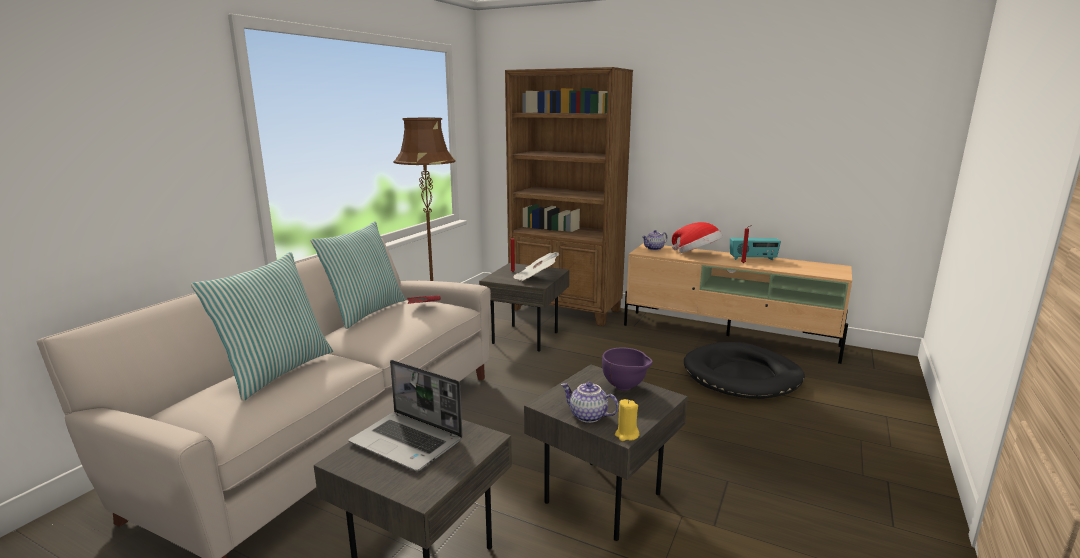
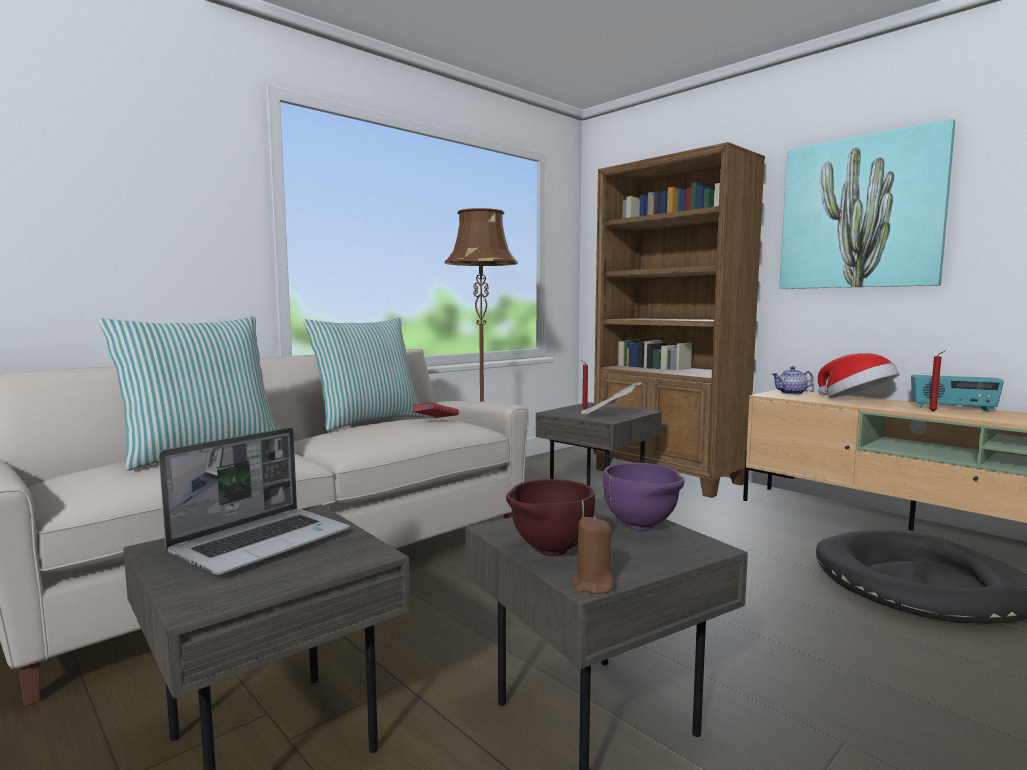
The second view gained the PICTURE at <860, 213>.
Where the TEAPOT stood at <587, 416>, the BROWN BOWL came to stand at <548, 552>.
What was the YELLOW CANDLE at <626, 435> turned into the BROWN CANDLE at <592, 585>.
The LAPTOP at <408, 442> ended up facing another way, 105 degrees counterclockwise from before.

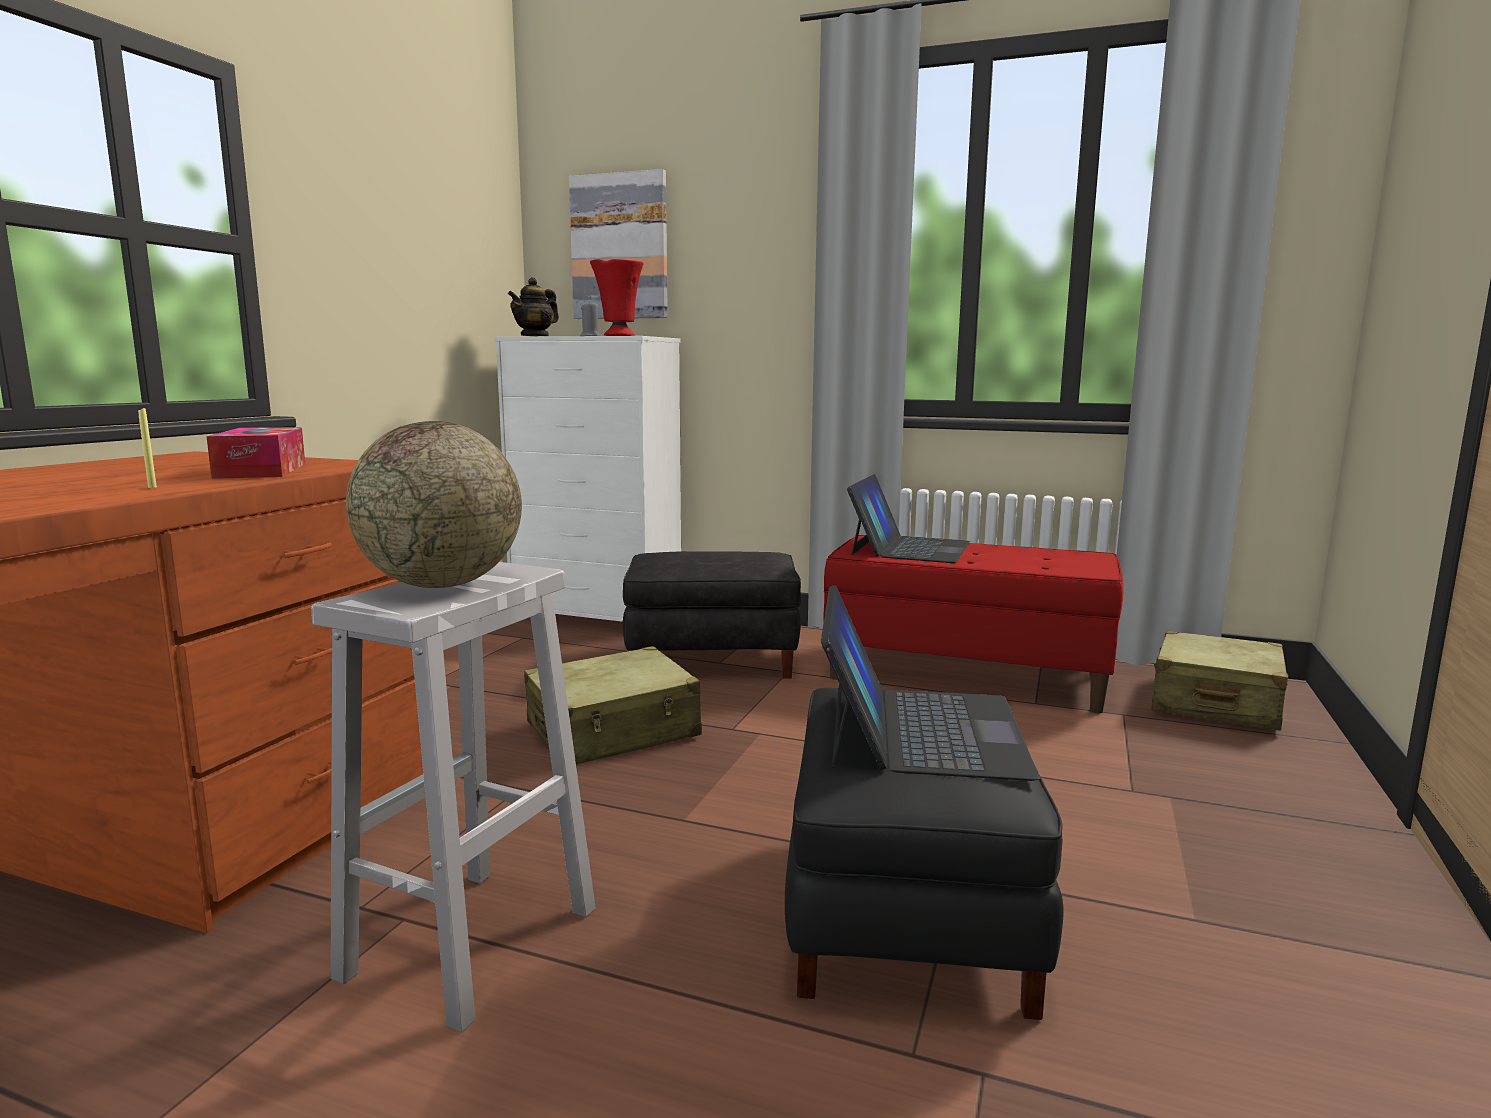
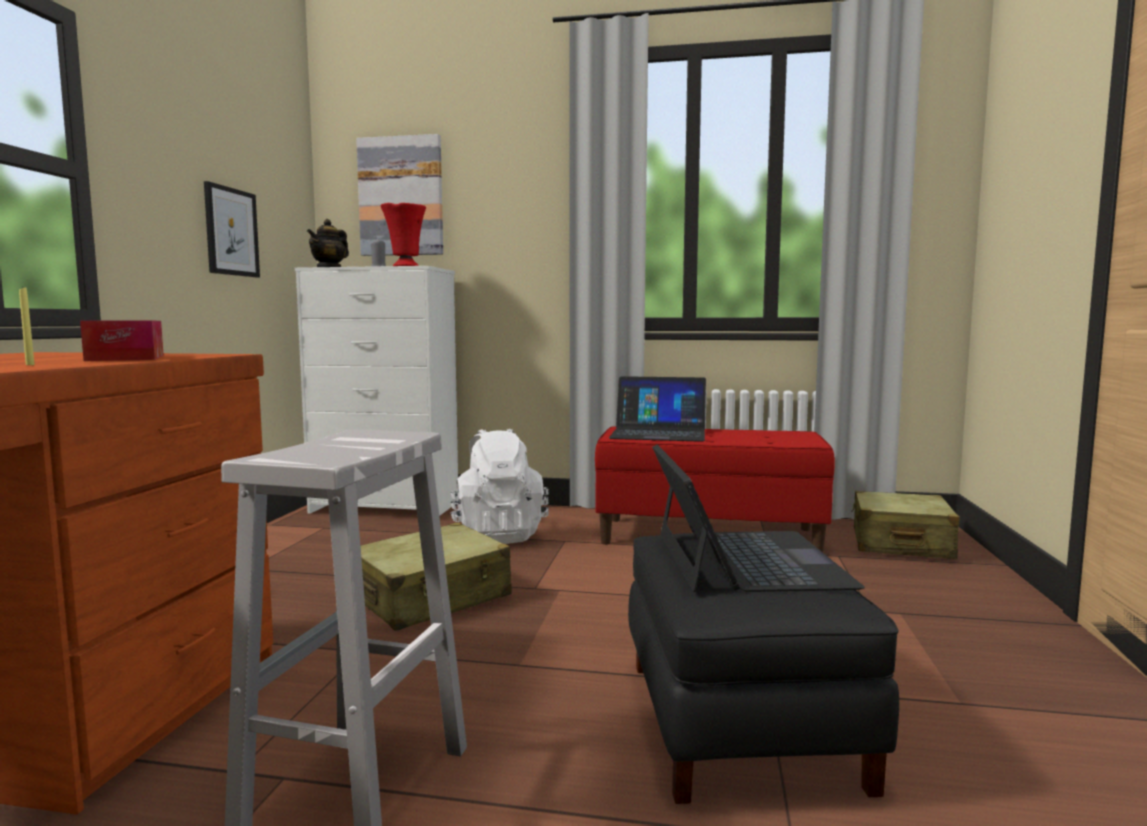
The second view lost the GLOBE at <442, 585>.
The second view gained the PICTURE at <231, 232>.
Where the BLACK OTTOMAN stood at <713, 659>, the WHITE BACKPACK came to stand at <499, 535>.
The LAPTOP at <909, 548> ended up facing another way, 90 degrees clockwise from before.

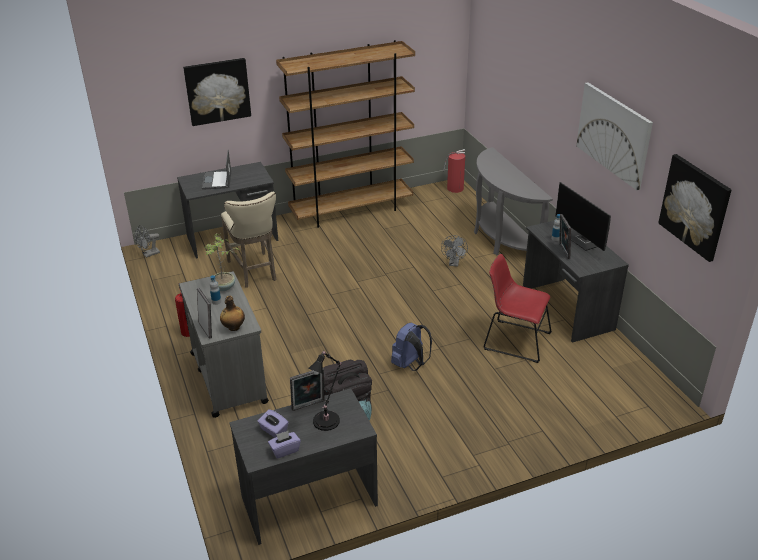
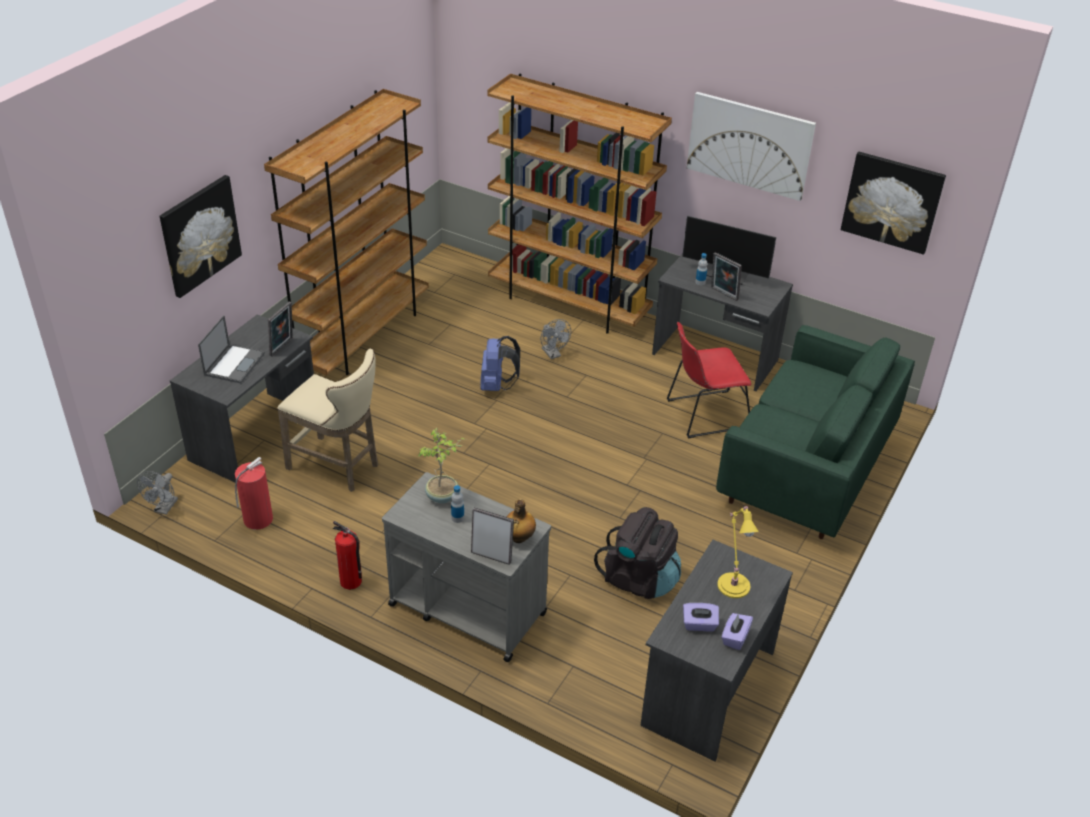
The second view gained the GREEN SOFA at <805, 469>.
The PICTURE FRAME ended up elsewhere, having gone from <308, 406> to <283, 347>.
The BLUE BACKPACK ended up elsewhere, having gone from <410, 364> to <497, 385>.
The FIRE EXTINGUISHER ended up elsewhere, having gone from <454, 188> to <256, 520>.
Where the GREY CONSOLE TABLE stood at <501, 239>, the BROWN BOOKCASE came to stand at <569, 304>.
What was the BLACK TABLE LAMP at <327, 419> turned into the YELLOW TABLE LAMP at <733, 583>.
The LAPTOP at <217, 180> ended up facing another way, 120 degrees counterclockwise from before.

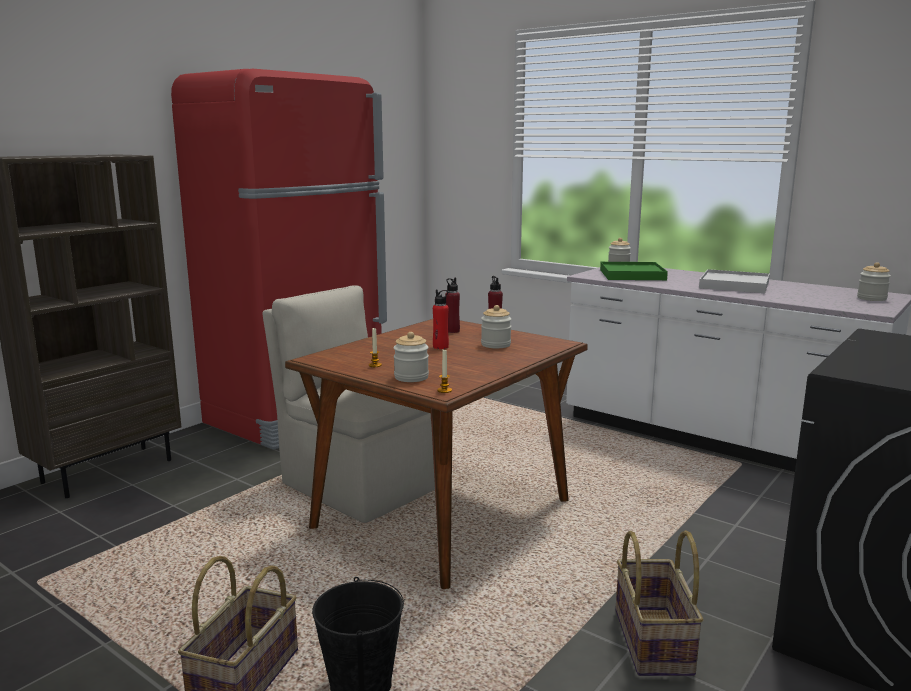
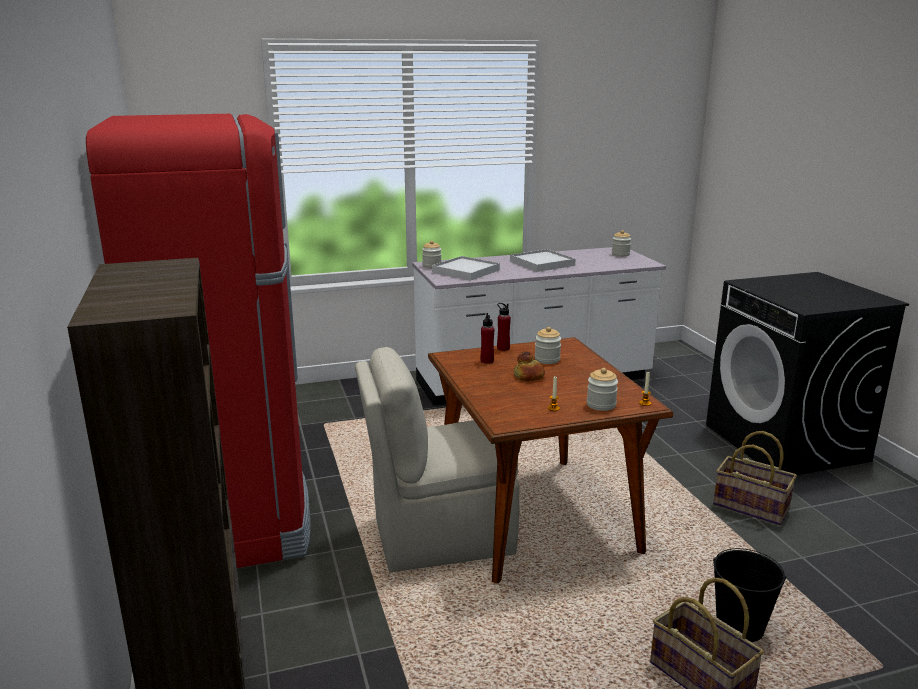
Where the RED BOTTLE stood at <440, 347>, the BREAD came to stand at <529, 376>.
What was the GREEN TRAY at <632, 275> turned into the WHITE TRAY at <465, 271>.

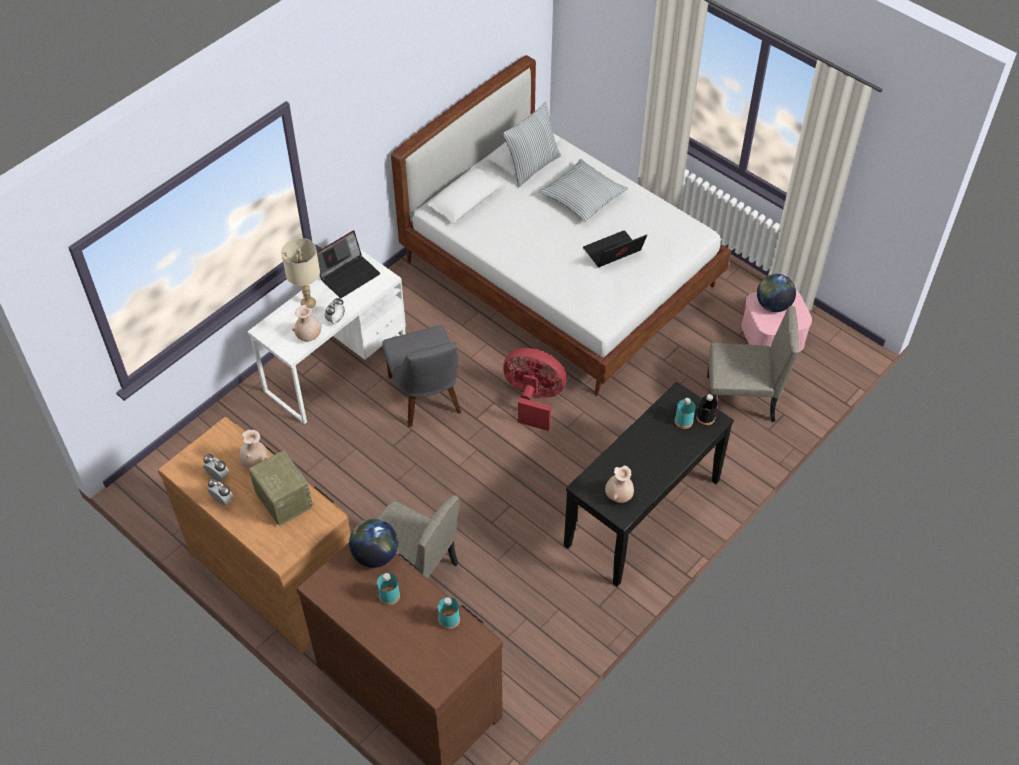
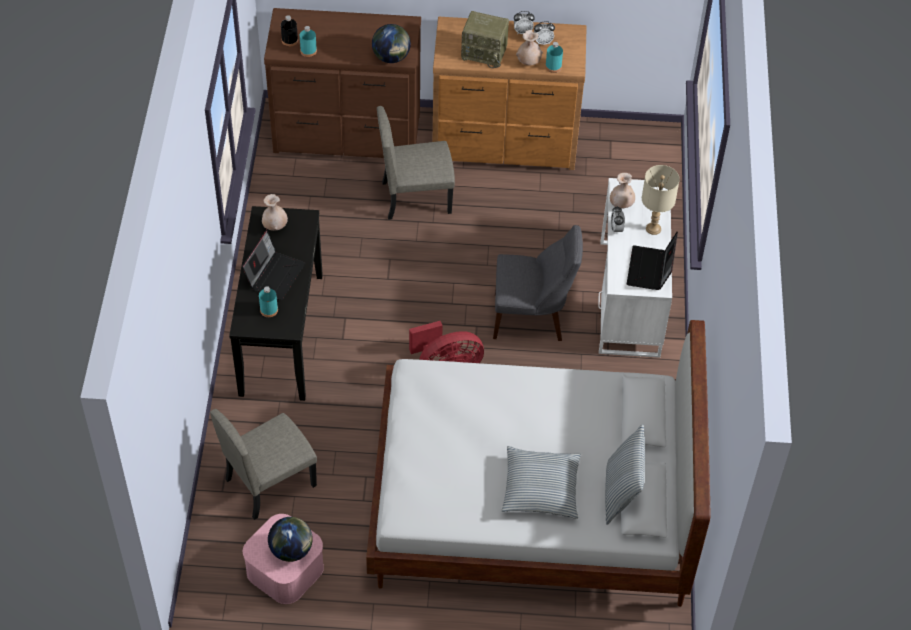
The TURQUOISE BOTTLE ended up elsewhere, having gone from <389, 596> to <553, 66>.
The LAPTOP ended up elsewhere, having gone from <613, 253> to <274, 274>.
The BLACK BOTTLE ended up elsewhere, having gone from <705, 417> to <289, 40>.
The GREY CHAIR at <426, 397> ended up facing another way, 150 degrees clockwise from before.

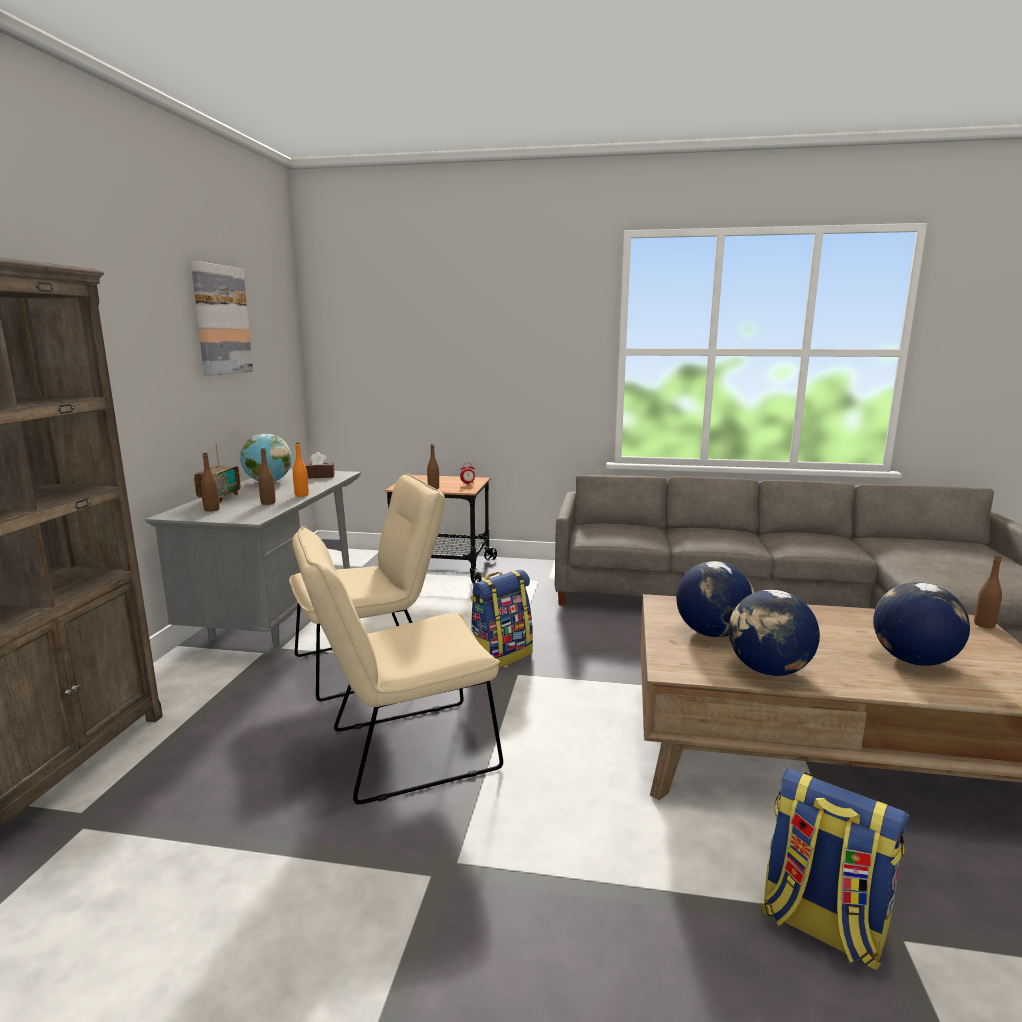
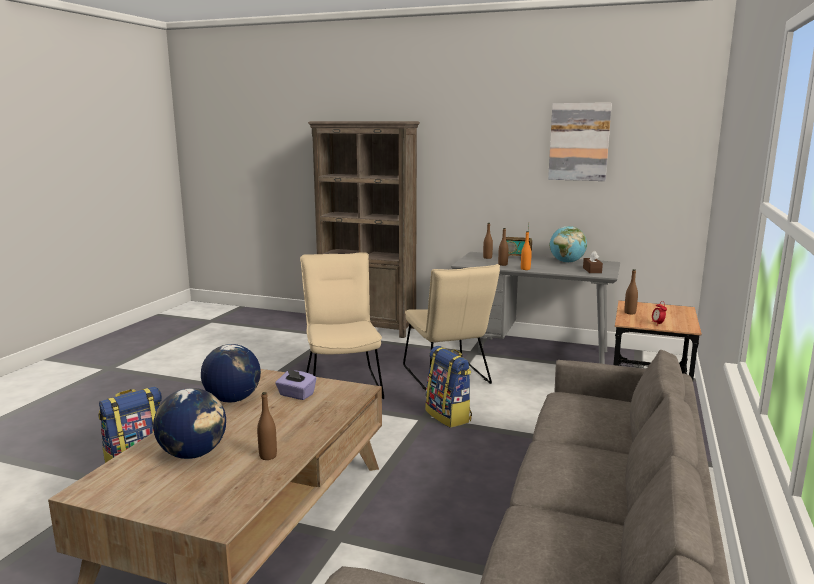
The BROWN BOTTLE ended up elsewhere, having gone from <984, 625> to <268, 456>.
Where the GLOBE stood at <712, 633>, the PURPLE TISSUE BOX came to stand at <296, 395>.

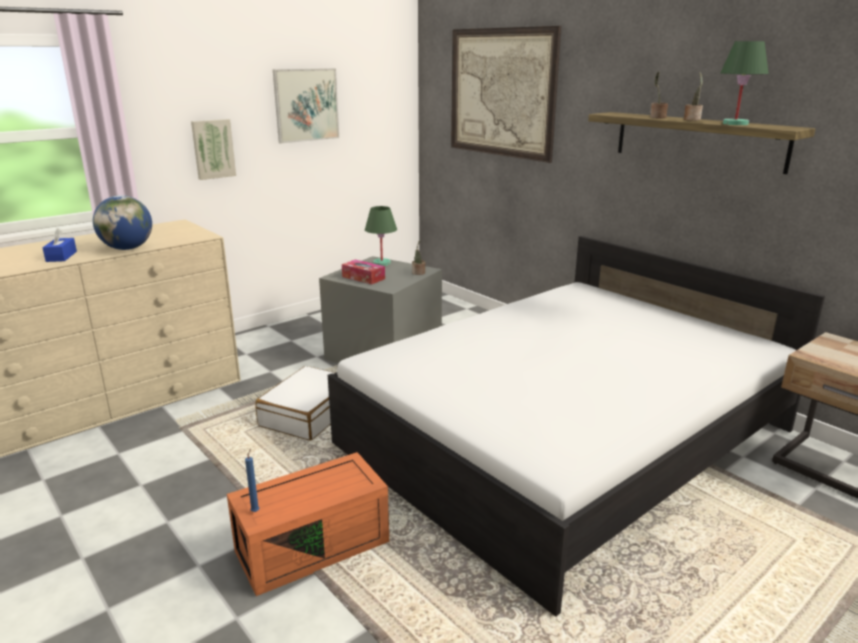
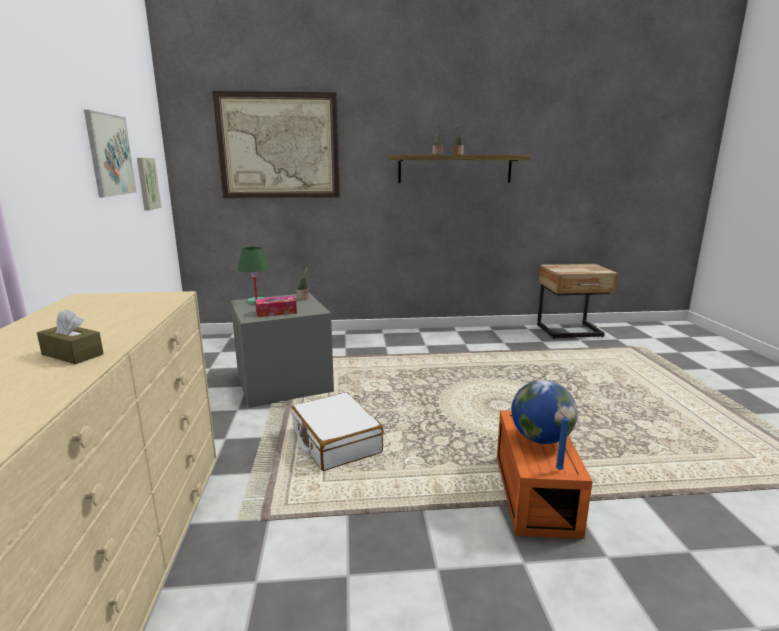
The second view lost the WHITE BED at <565, 437>.
The second view lost the GREEN TABLE LAMP at <735, 124>.
The GLOBE ended up elsewhere, having gone from <127, 248> to <540, 439>.
The PICTURE ended up elsewhere, having gone from <213, 149> to <147, 183>.
What was the BLUE TISSUE BOX at <61, 256> turned into the BROWN TISSUE BOX at <72, 354>.

